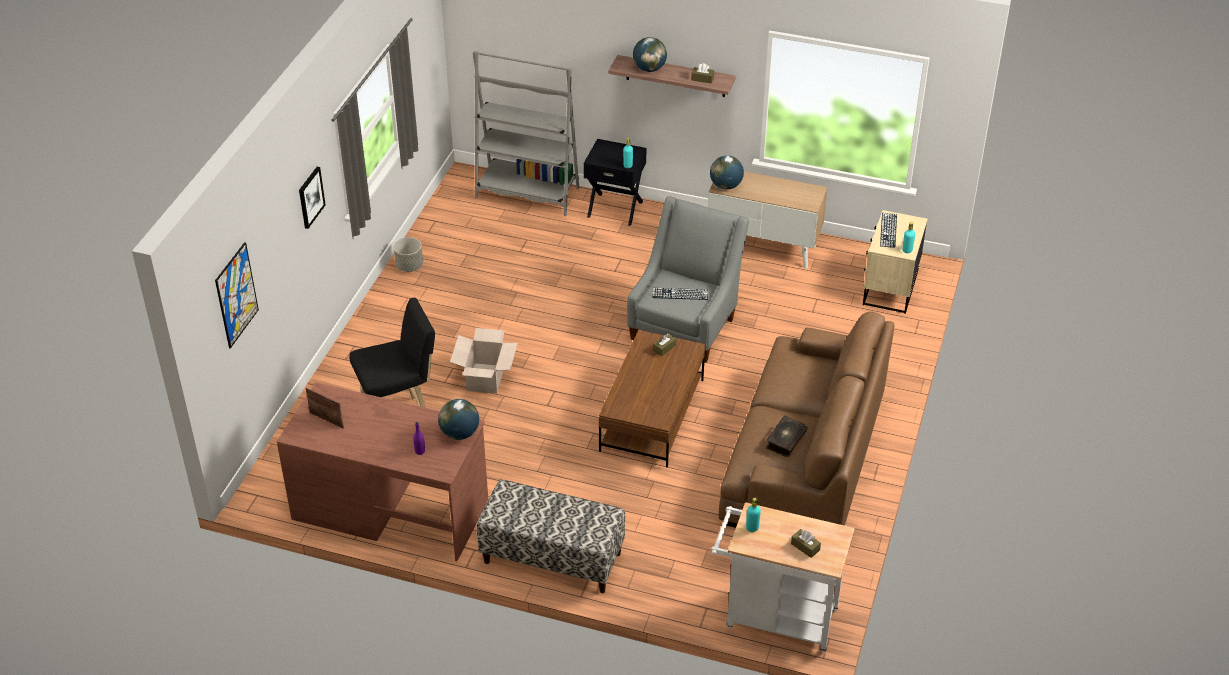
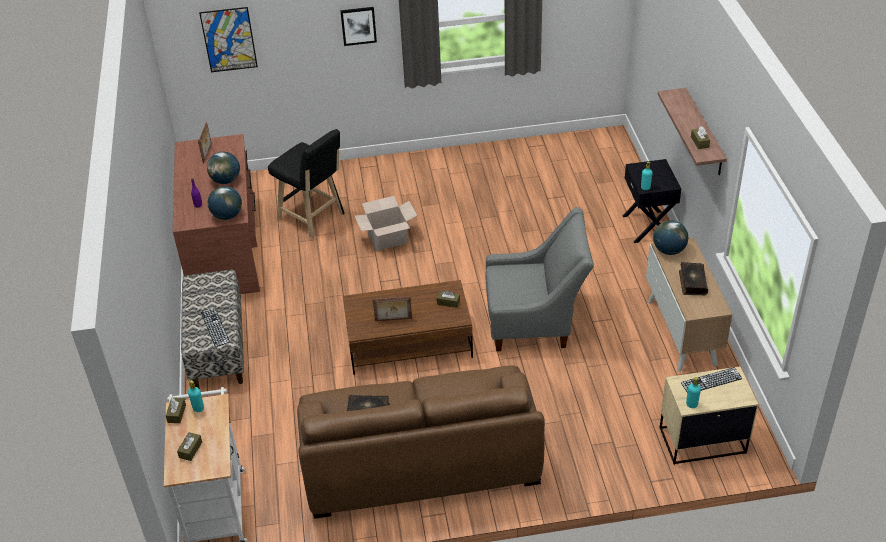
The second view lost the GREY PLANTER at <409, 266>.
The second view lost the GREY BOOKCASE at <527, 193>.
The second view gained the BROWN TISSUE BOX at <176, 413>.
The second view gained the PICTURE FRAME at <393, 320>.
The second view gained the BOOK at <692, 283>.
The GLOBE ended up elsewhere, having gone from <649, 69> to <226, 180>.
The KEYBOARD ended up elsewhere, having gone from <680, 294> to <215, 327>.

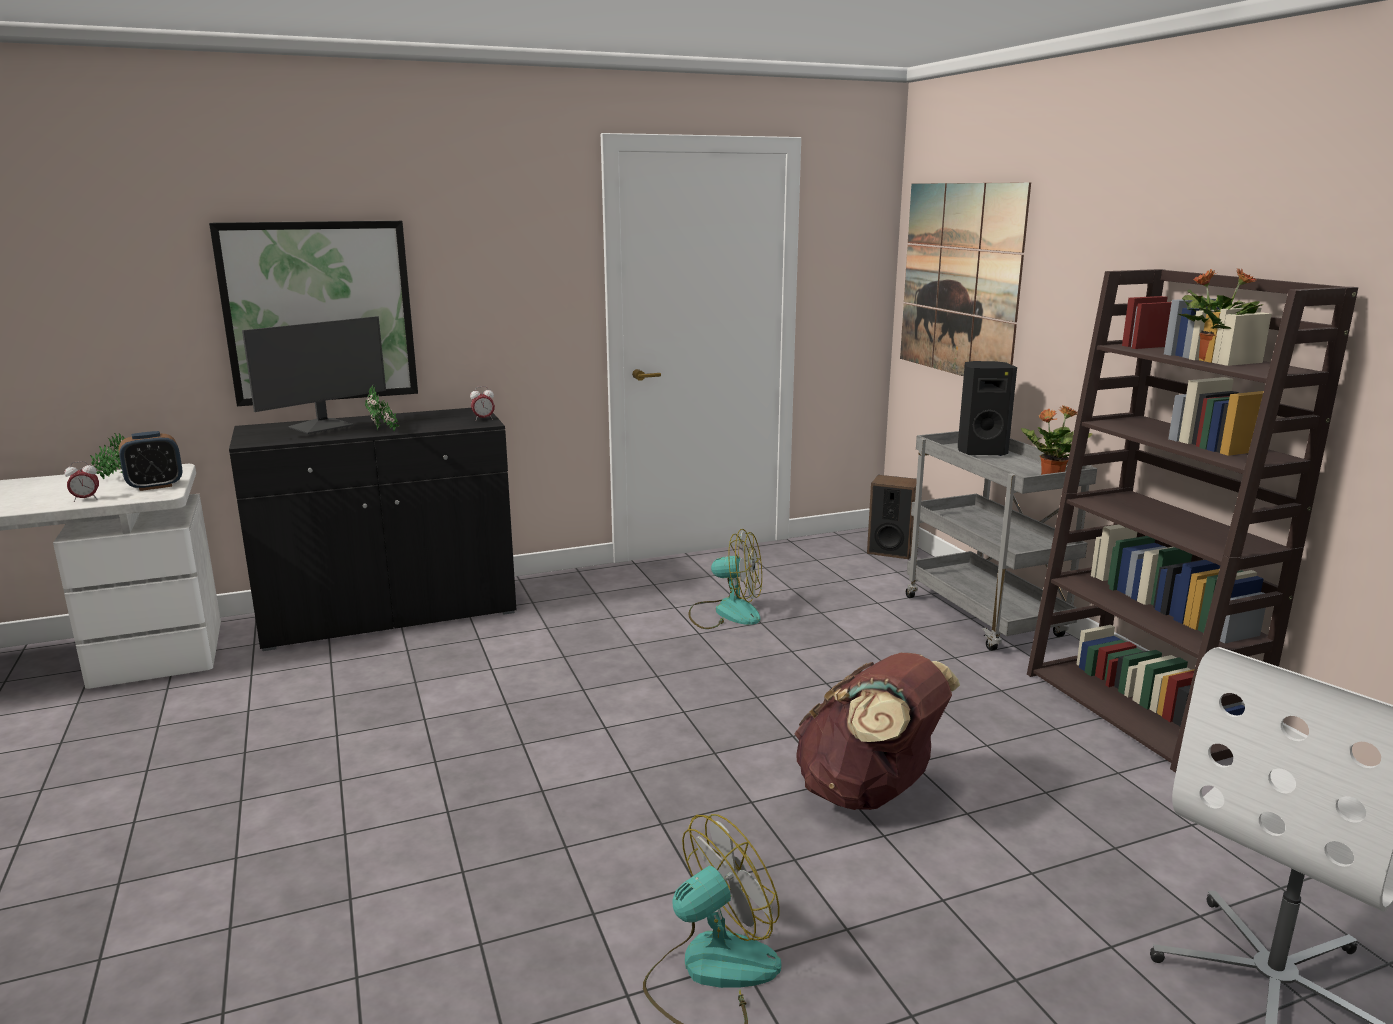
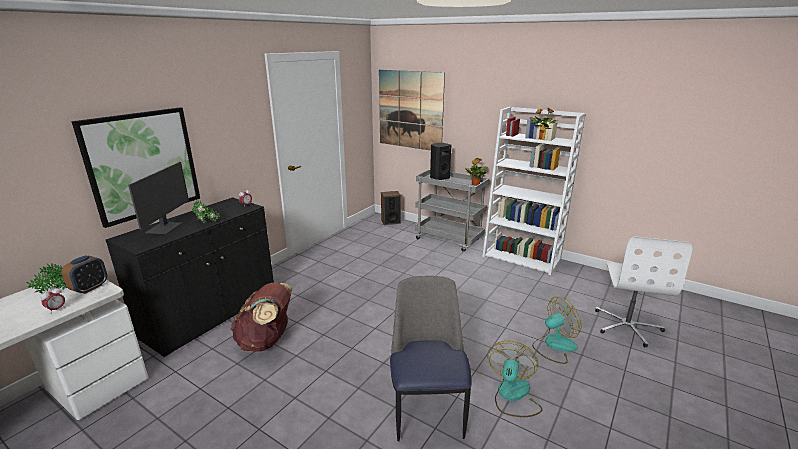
The second view gained the CHAIR at <427, 408>.
The FAN ended up elsewhere, having gone from <726, 613> to <554, 346>.
The BROWN BACKPACK ended up elsewhere, having gone from <868, 793> to <266, 341>.
What was the BROWN BOOKCASE at <1139, 709> turned into the WHITE BOOKCASE at <522, 258>.

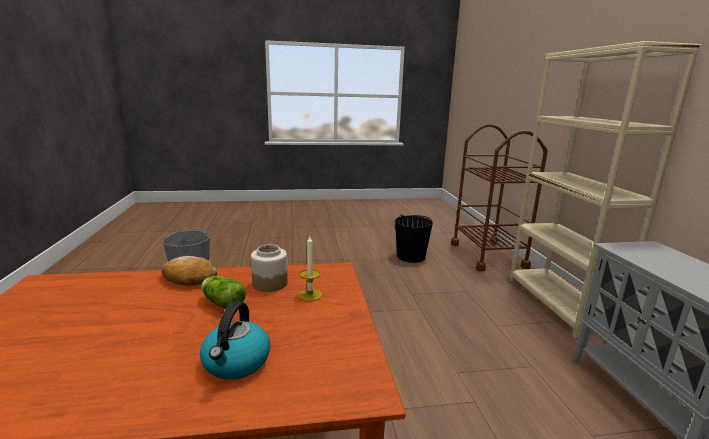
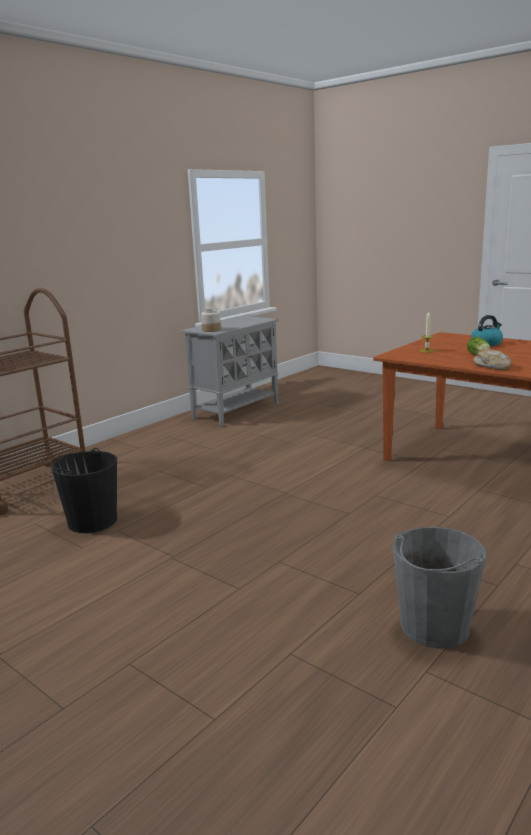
The second view lost the BEIGE BOOKCASE at <558, 304>.
The JAR ended up elsewhere, having gone from <270, 283> to <211, 330>.

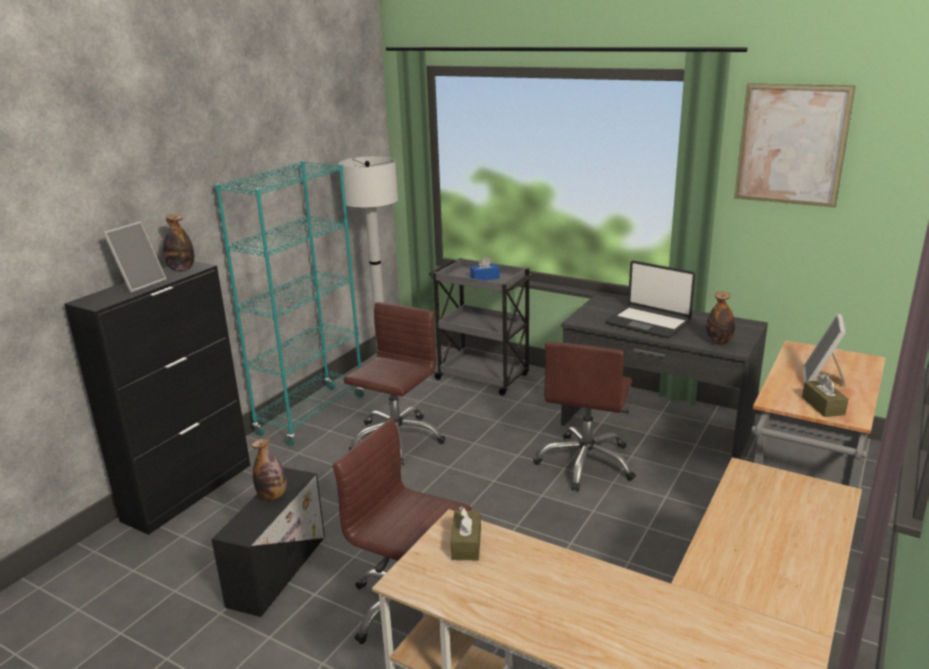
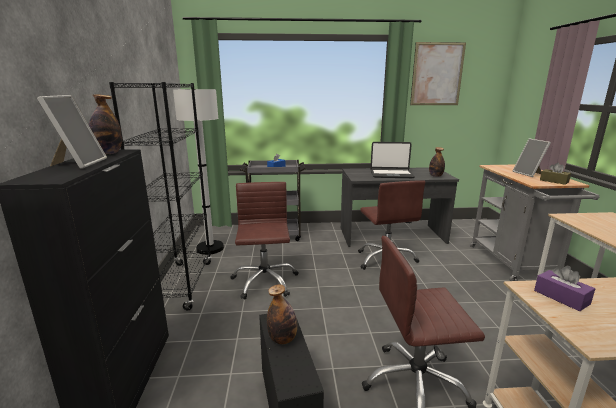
What was the TURQUOISE BOOKCASE at <311, 415> turned into the BLACK BOOKCASE at <183, 285>.
What was the BROWN TISSUE BOX at <466, 543> turned into the PURPLE TISSUE BOX at <561, 297>.

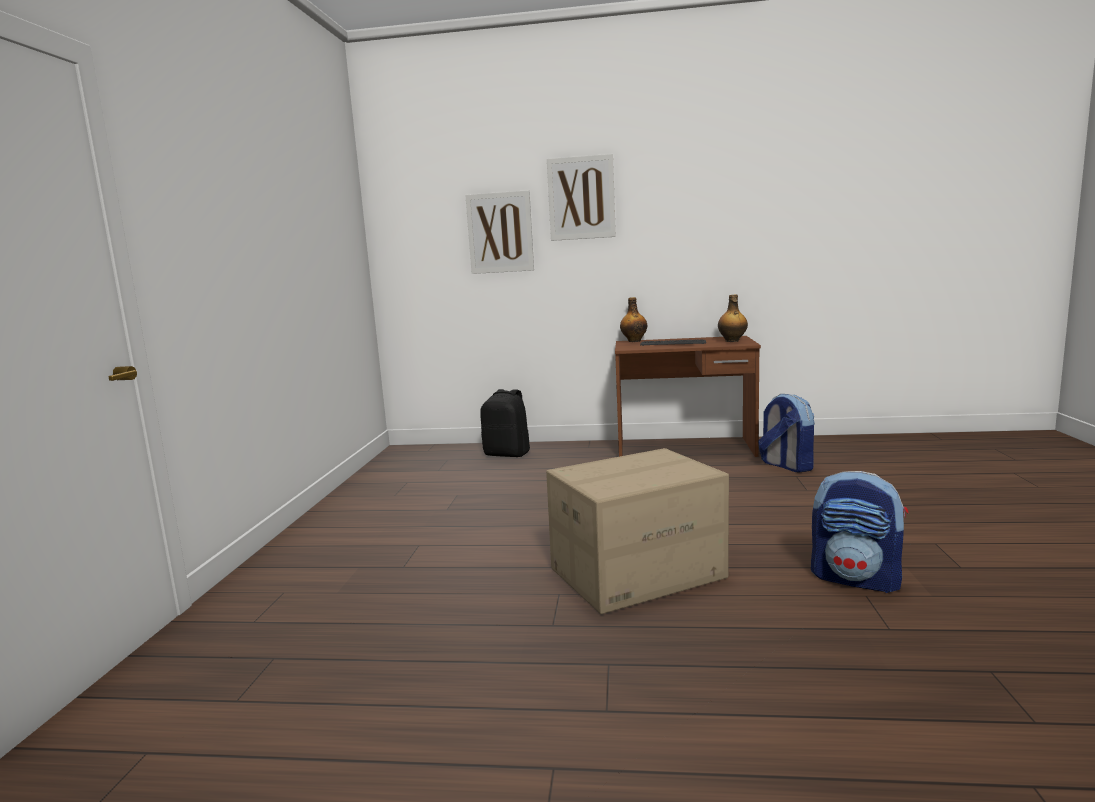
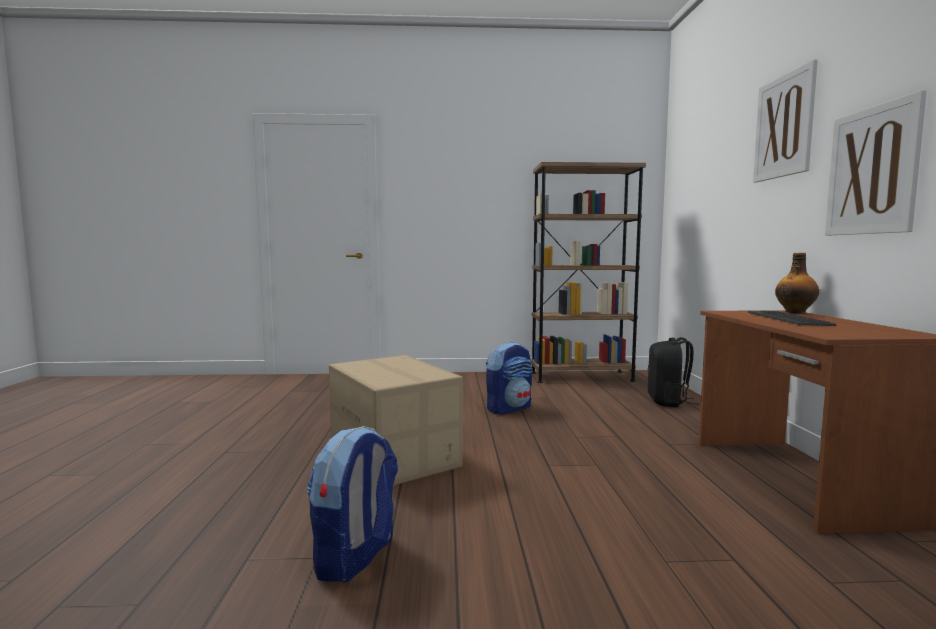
The second view lost the BOTTLE at <732, 341>.
The second view gained the BROWN BOOKCASE at <581, 377>.
The PICTURE ended up elsewhere, having gone from <500, 232> to <872, 171>.
The BACKPACK ended up elsewhere, having gone from <786, 466> to <509, 408>.

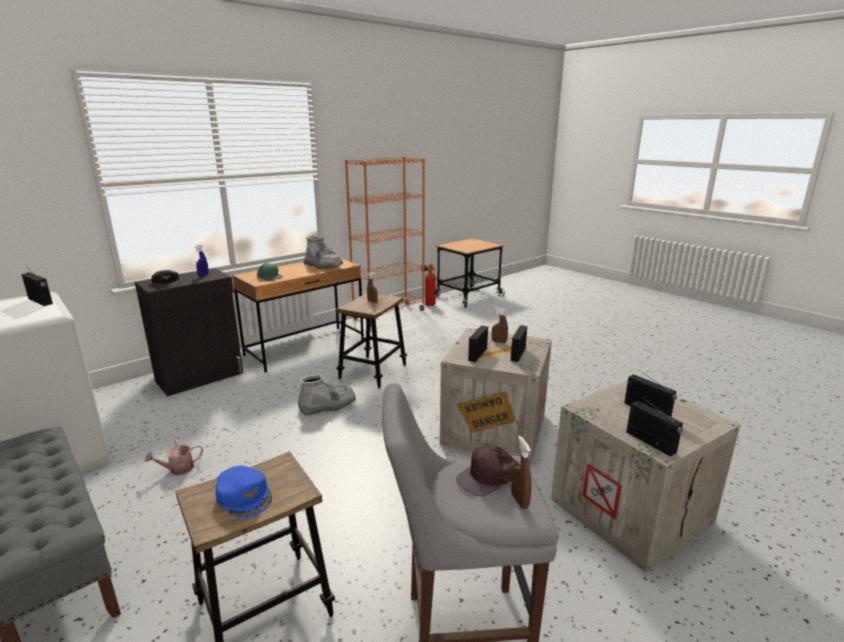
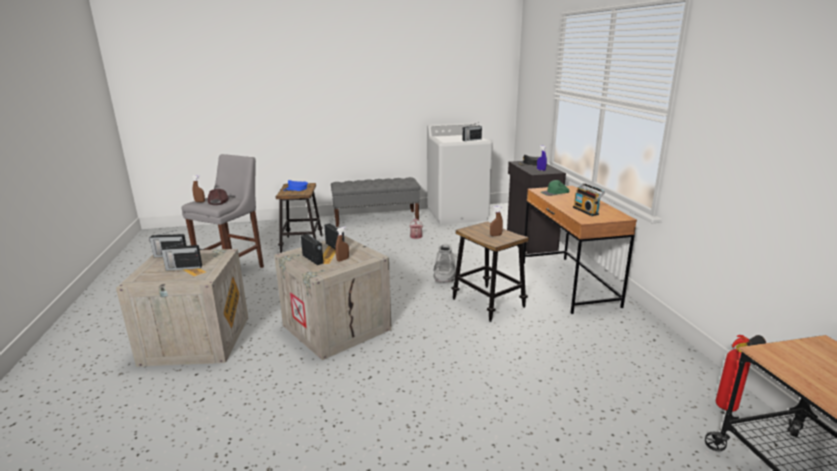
The second view lost the ORANGE BOOKCASE at <389, 315>.
Where the GREY BOOT stood at <323, 266>, the RADIO came to stand at <586, 211>.

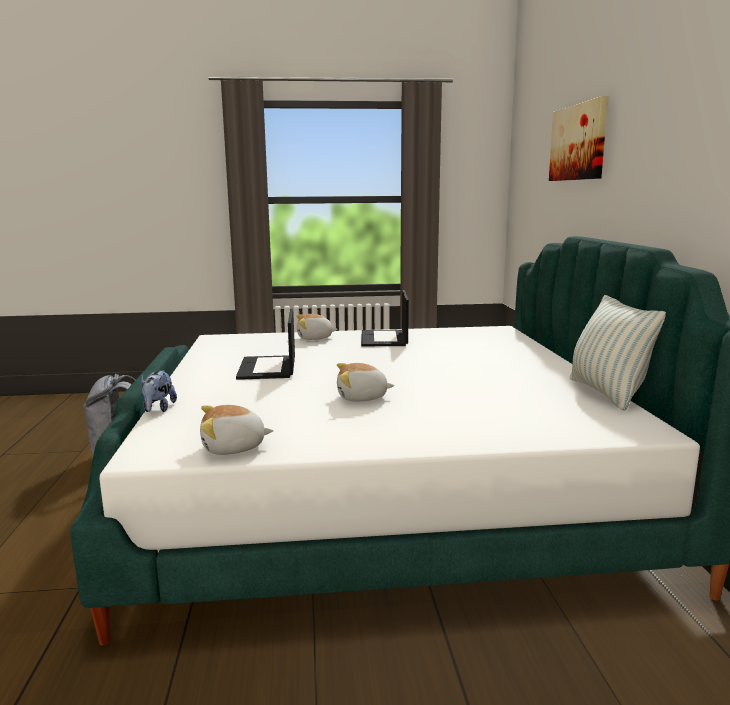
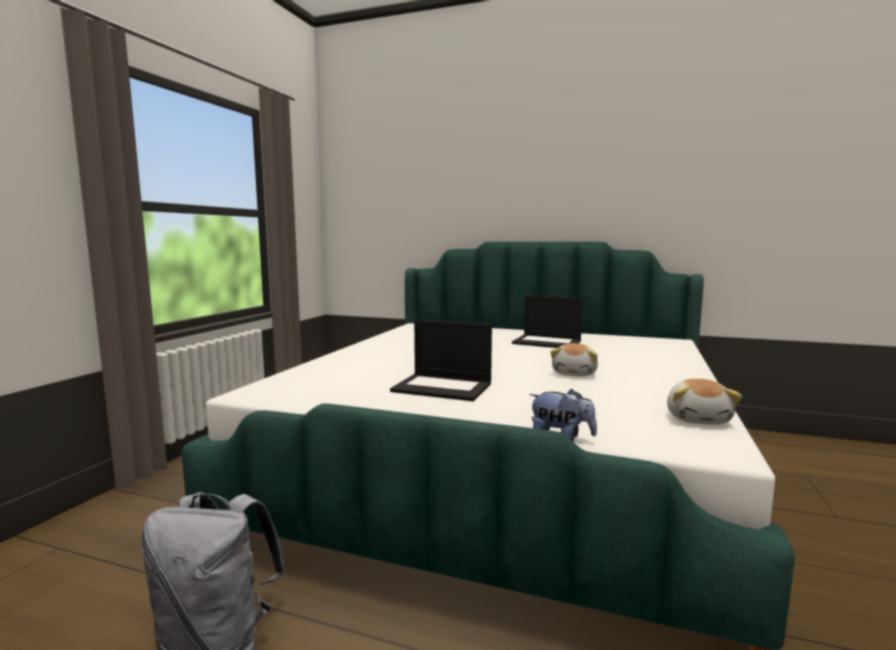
The second view lost the PLUSH TOY at <315, 338>.
The second view lost the PICTURE at <578, 142>.
The second view lost the PILLOW at <607, 393>.
The LAPTOP ended up elsewhere, having gone from <384, 339> to <547, 342>.

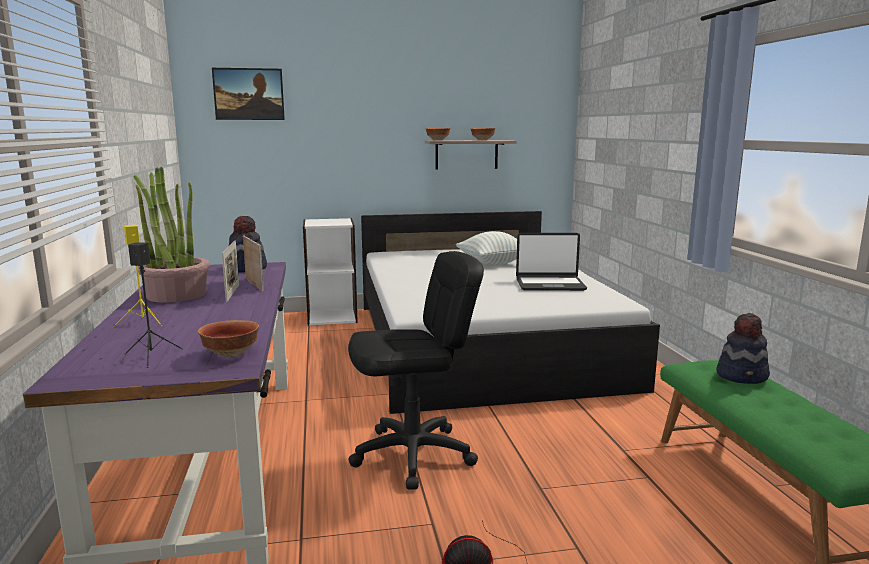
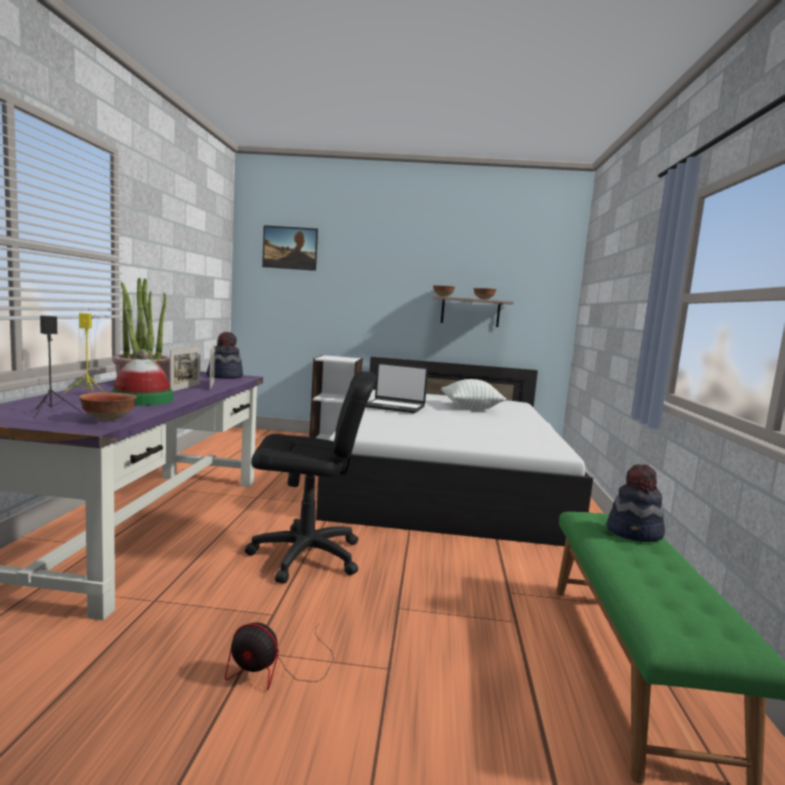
The second view gained the HAT at <142, 400>.
The LAPTOP ended up elsewhere, having gone from <550, 284> to <394, 407>.

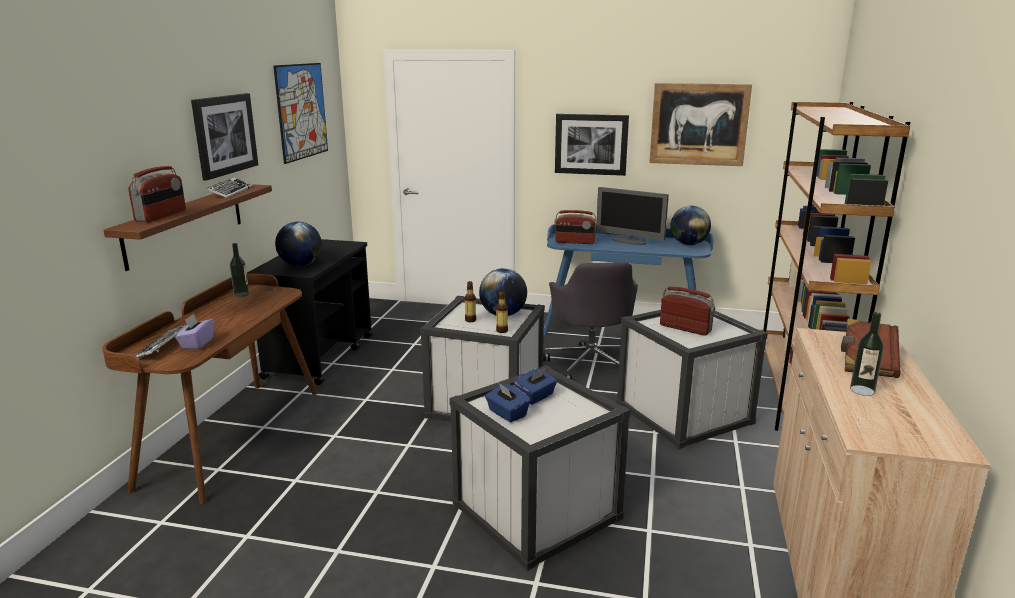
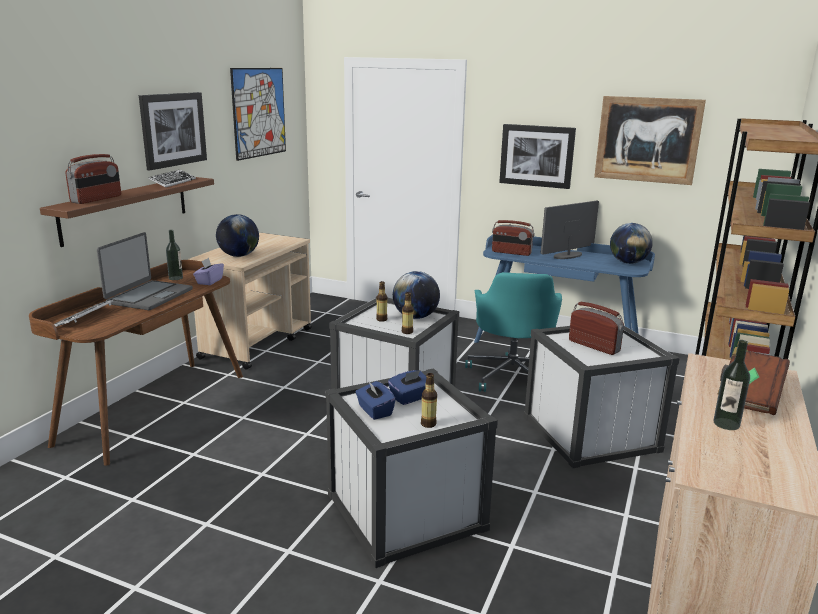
The second view gained the LAPTOP at <149, 296>.
The second view gained the BOTTLE at <428, 424>.
The PURPLE TISSUE BOX ended up elsewhere, having gone from <197, 343> to <209, 281>.
What was the BLACK CART at <320, 355> turned into the BEIGE CART at <258, 343>.
What was the GREY OFFICE CHAIR at <591, 364> turned into the TURQUOISE OFFICE CHAIR at <512, 375>.
The MONITOR at <629, 241> ended up facing another way, 105 degrees clockwise from before.

